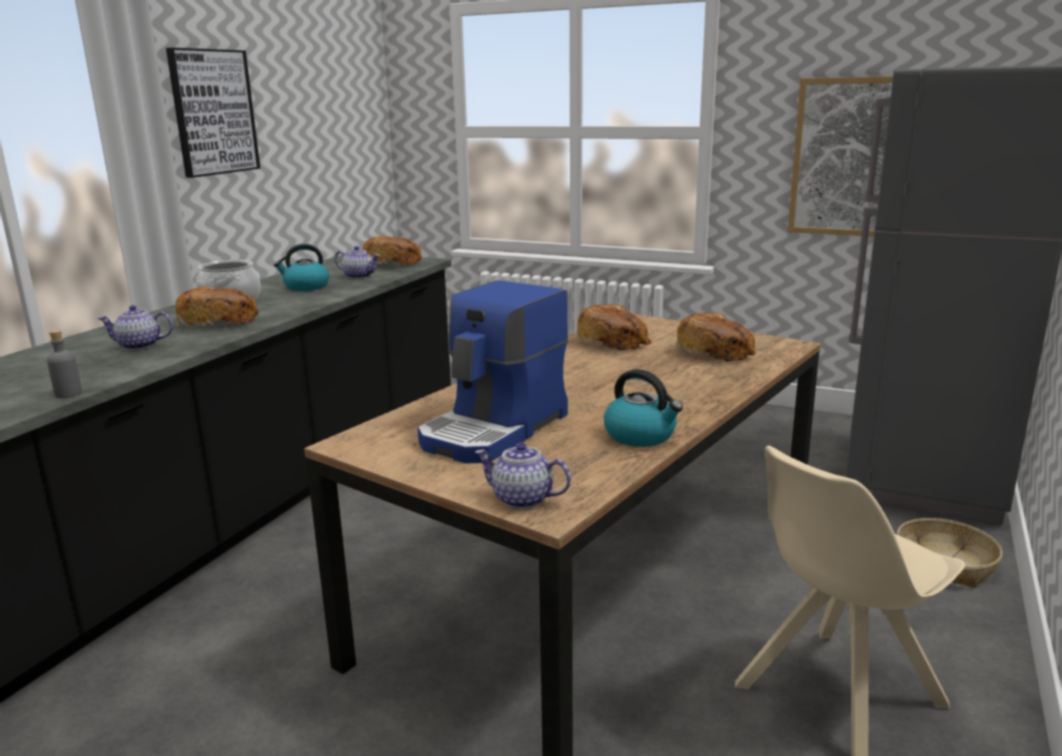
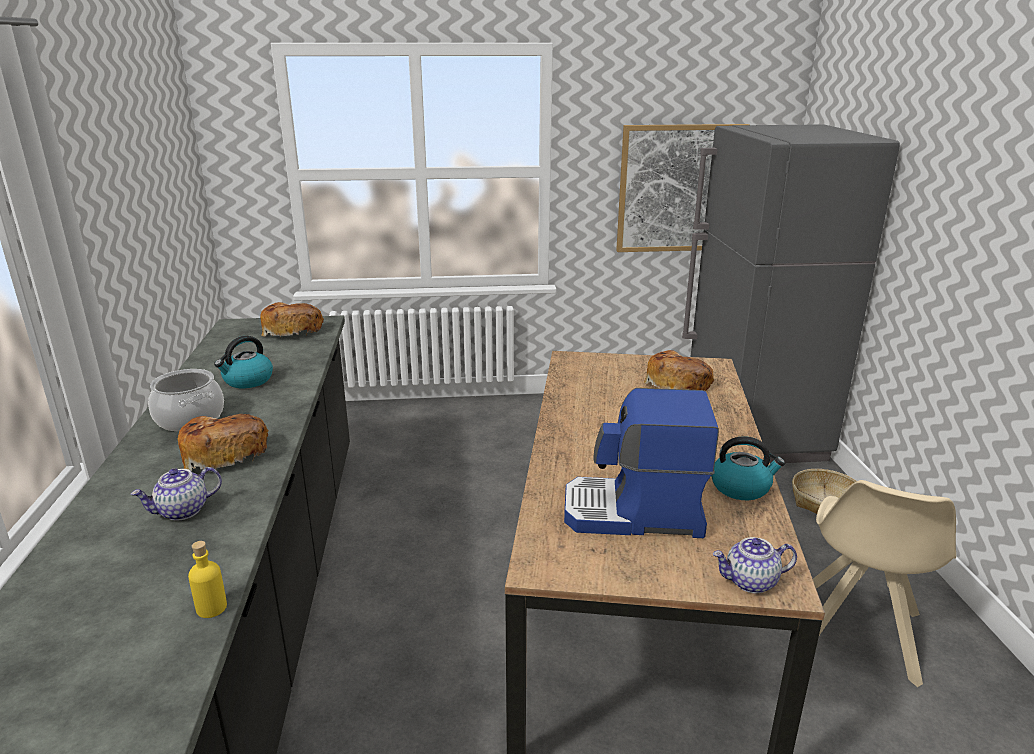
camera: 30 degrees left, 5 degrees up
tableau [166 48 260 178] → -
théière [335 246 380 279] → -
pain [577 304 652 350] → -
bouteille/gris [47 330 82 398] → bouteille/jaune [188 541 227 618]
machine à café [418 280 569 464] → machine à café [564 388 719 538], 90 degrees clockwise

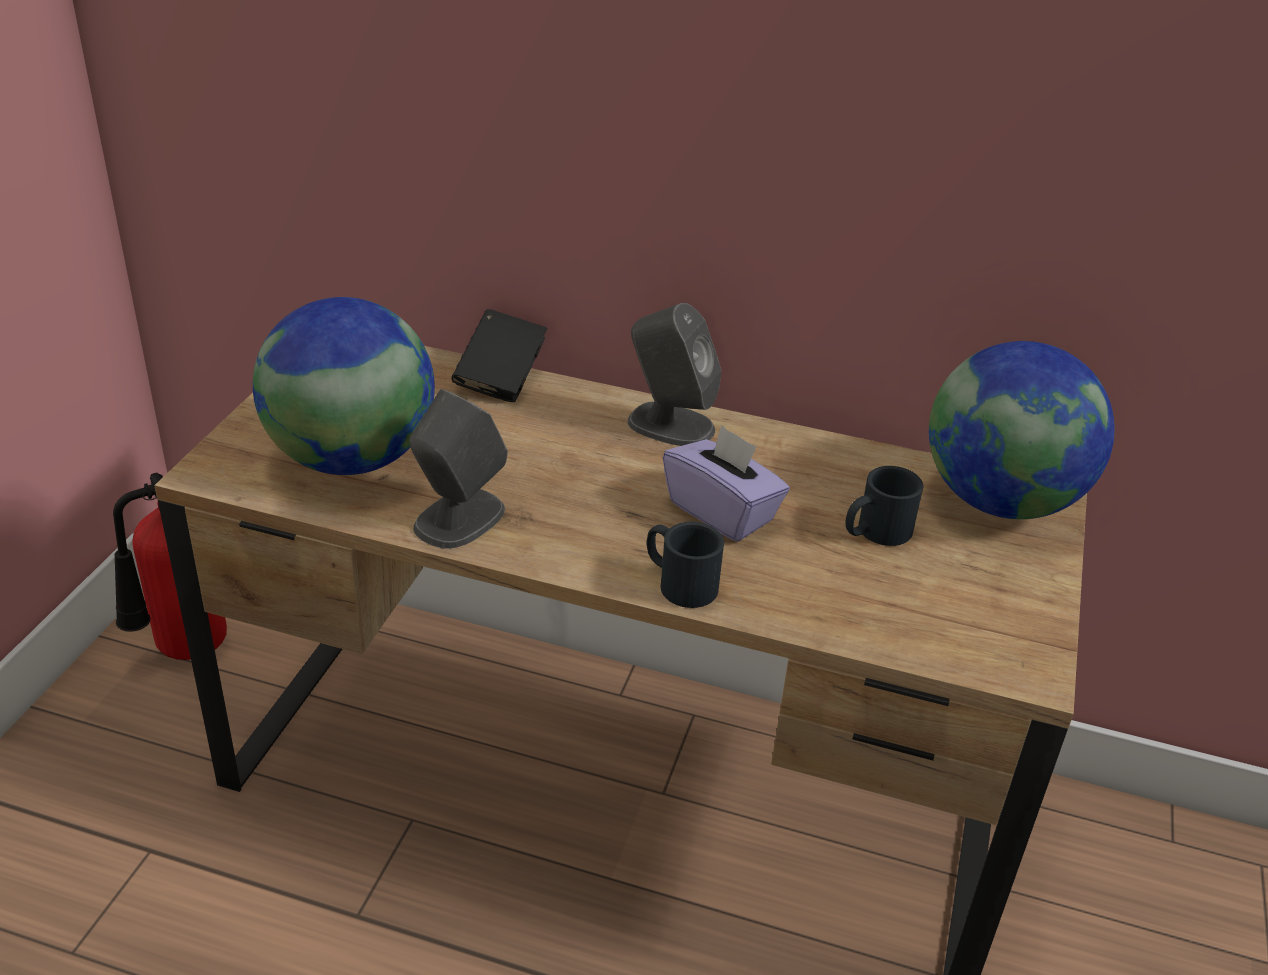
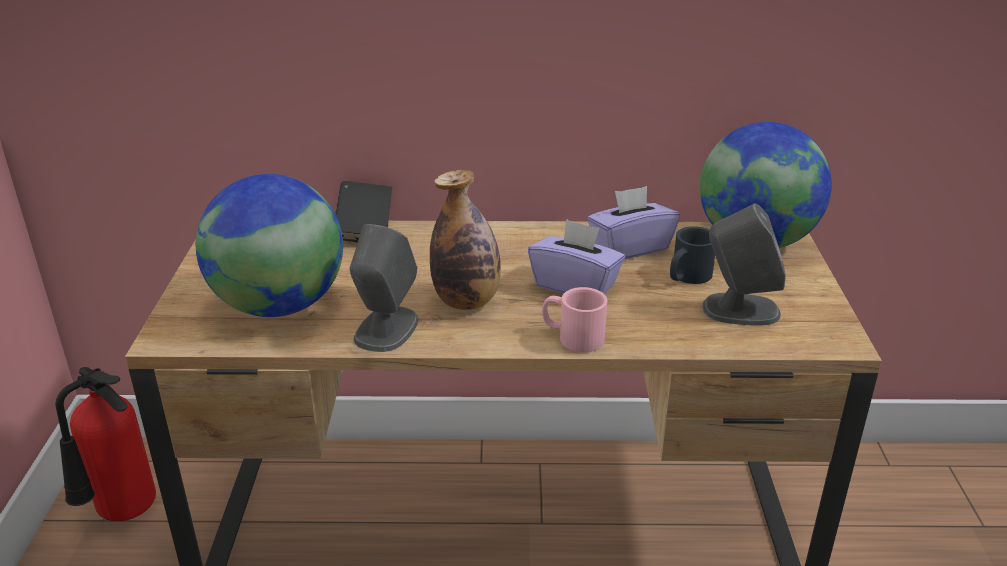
camera: 15 degrees left, 5 degrees down
- → bouteille [430 170 501 310]
- → boîte à mouchoirs/violet [587 186 680 260]
enceinte/gris [627 303 721 446] → enceinte/gris [702 203 786 325], relocated
mug/noir [647 522 724 608] → mug/rose [542 287 607 352]

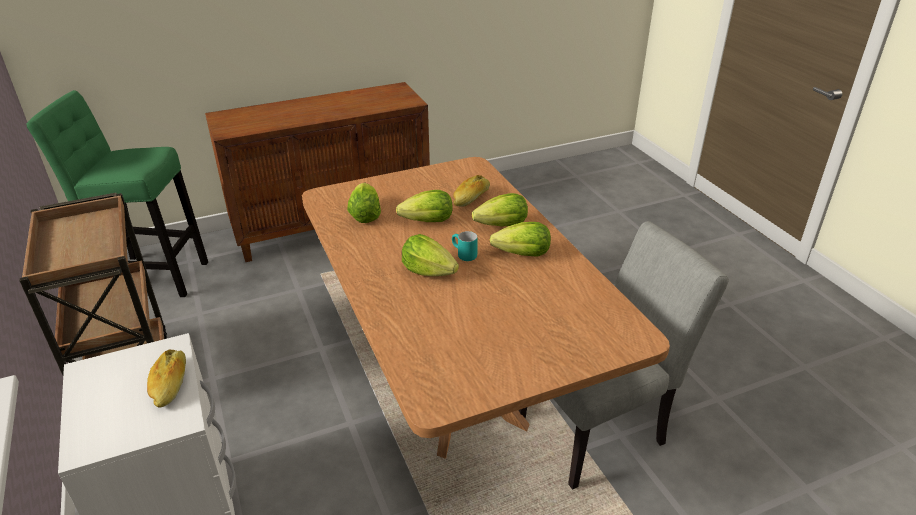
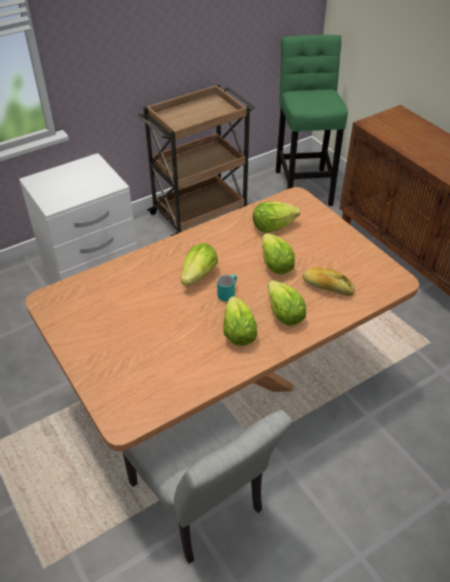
camera: 80 degrees right, 10 degrees up
pain [147 349 186 407] → -

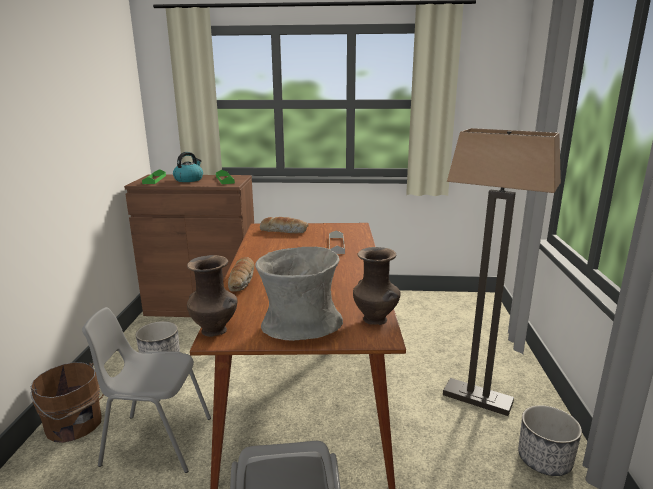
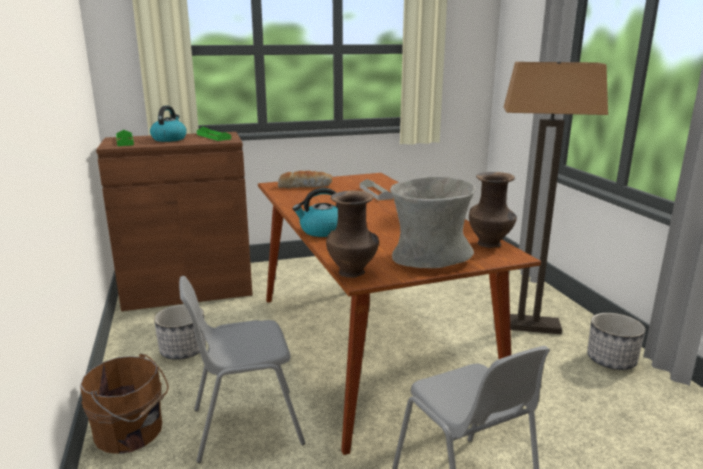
camera: 20 degrees left, 0 degrees up
pain [228 257 254 292] → bouilloire [292 188 338 237]

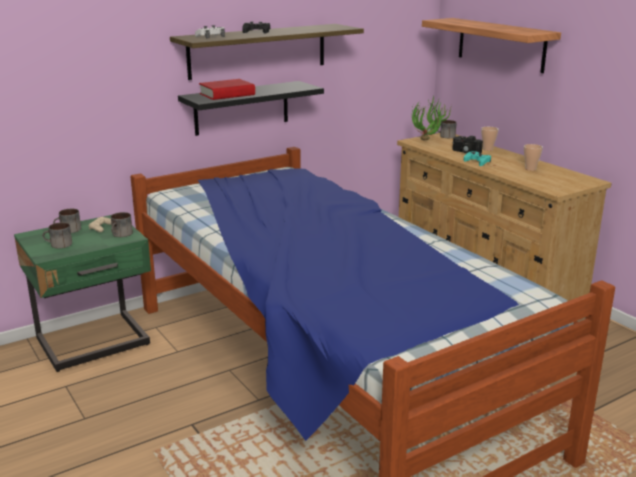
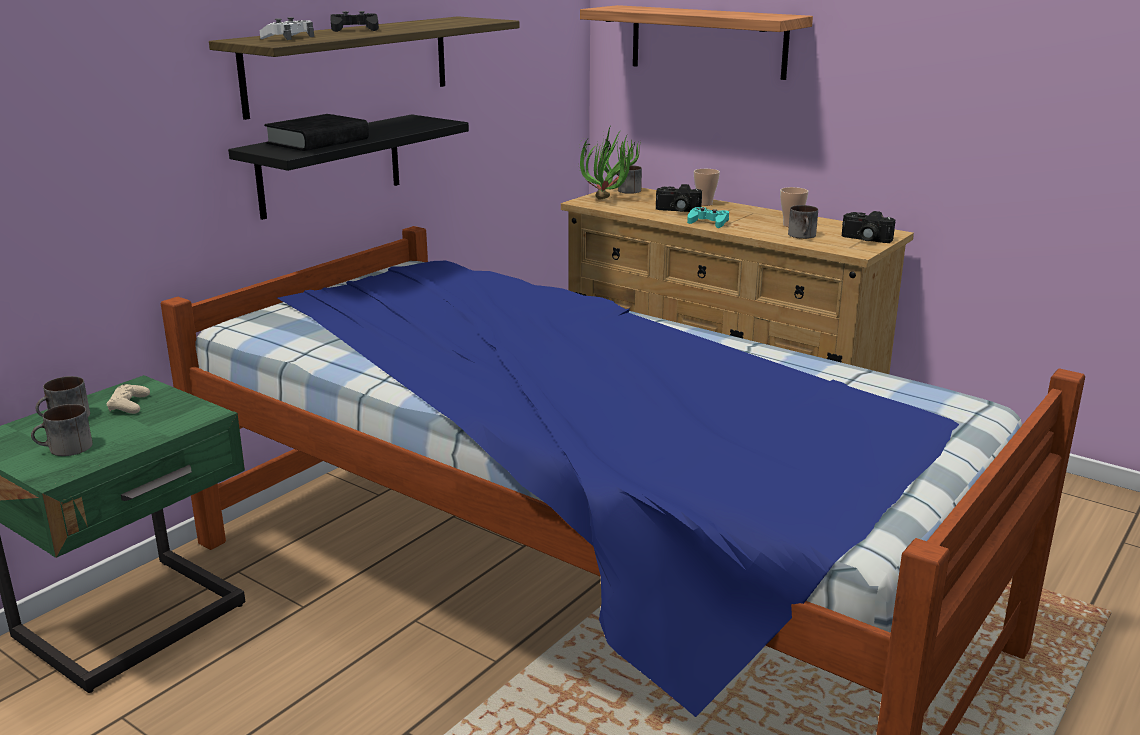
camera: 20 degrees left, 0 degrees up
- → appareil photo [842 211 896 243]
mug [111 212 133 237] → mug [788 205 818 239], relocated
livre/rouge [199 79 255 100] → livre/noir [264 114 369 151]

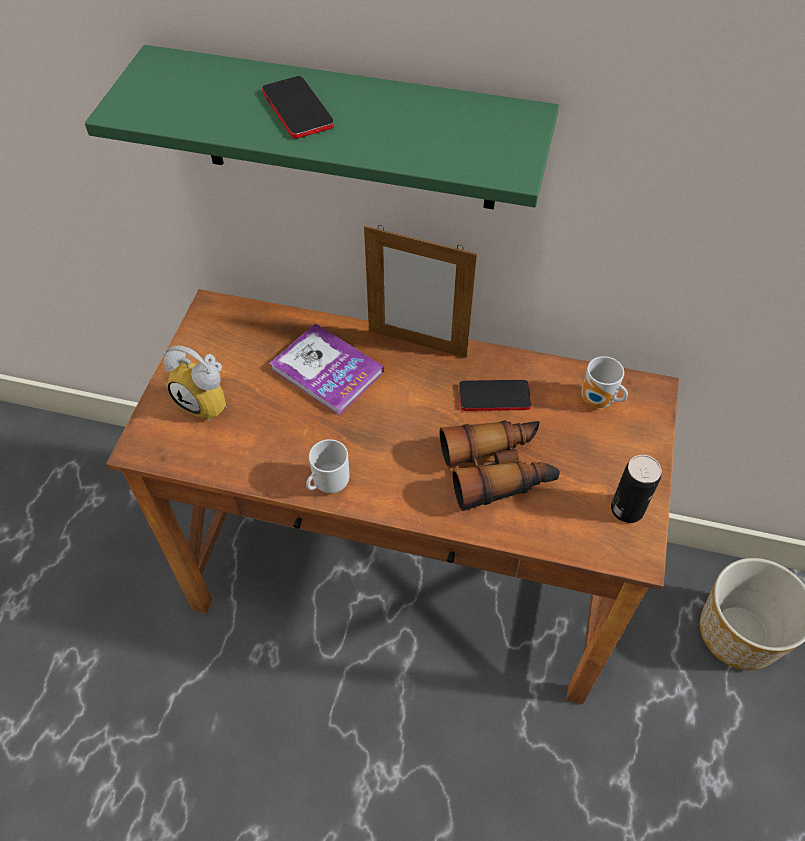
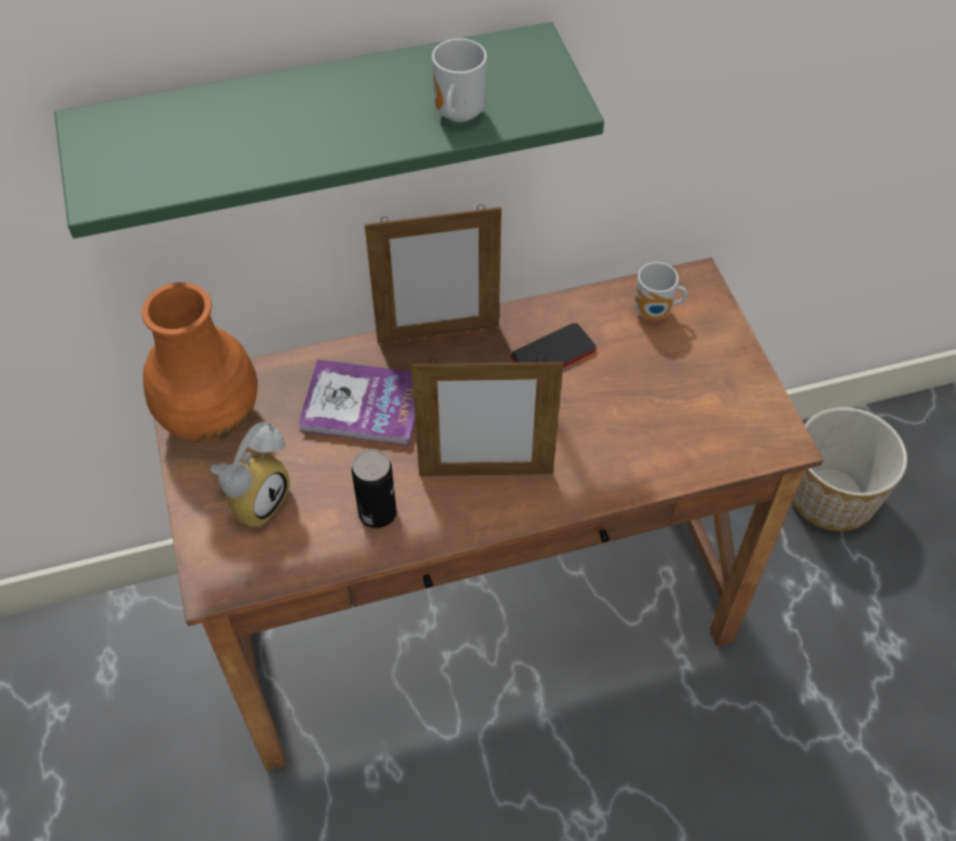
camera: 30 degrees left, 0 degrees up
téléphone [262 76 334 139] → -
jumelles [440 420 560 511] → -
- → vase/orange [142 282 258 443]
- → cadre photo [411 357 563 476]
mug [306 439 350 493] → mug [432 39 487 122], relocated
boîte métallique [611 455 662 523] → boîte métallique [352 449 397 528], relocated
réveil [163 345 227 421] → réveil [210 422 290 527], 60 degrees counterclockwise

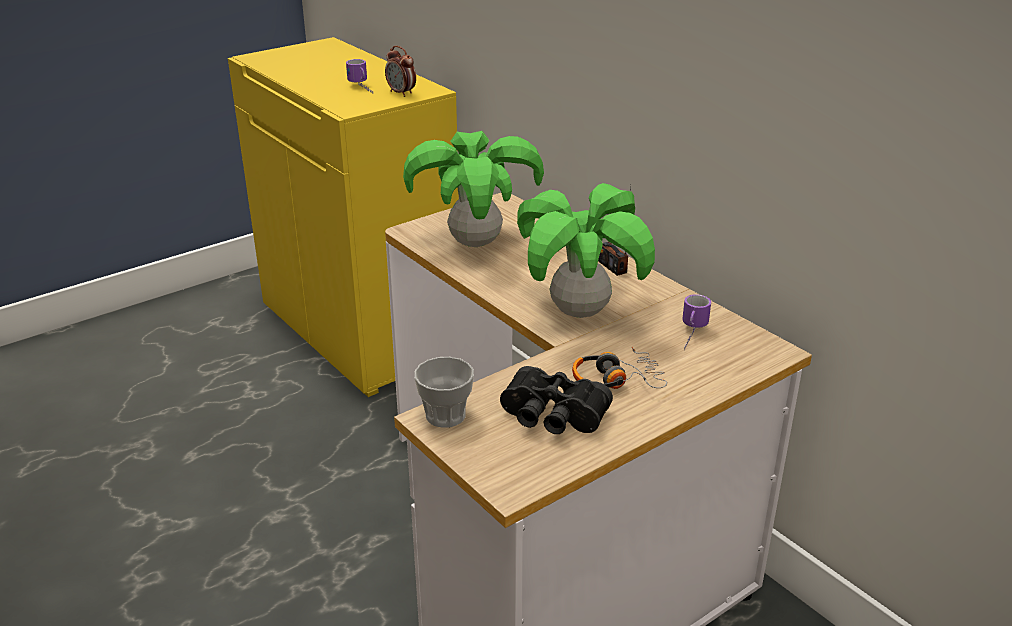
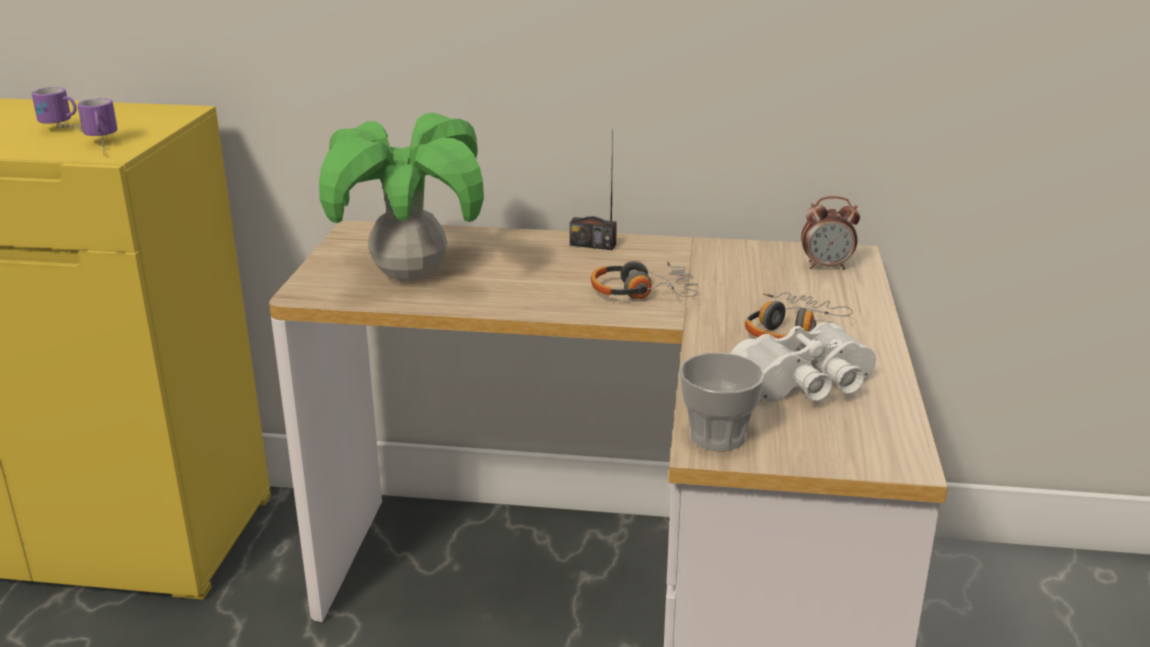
camera: 45 degrees left, 5 degrees down
réveil [385 46 416 97] → réveil [801 196 860 270], relocated
mug [682 294 711 350] → mug [77 98 118 153], relocated
plante en pot [517 183 655 318] → casque audio [591 261 698 299]
jumelles/noir [500 366 613 434] → jumelles/blanc [731 322 876 402]

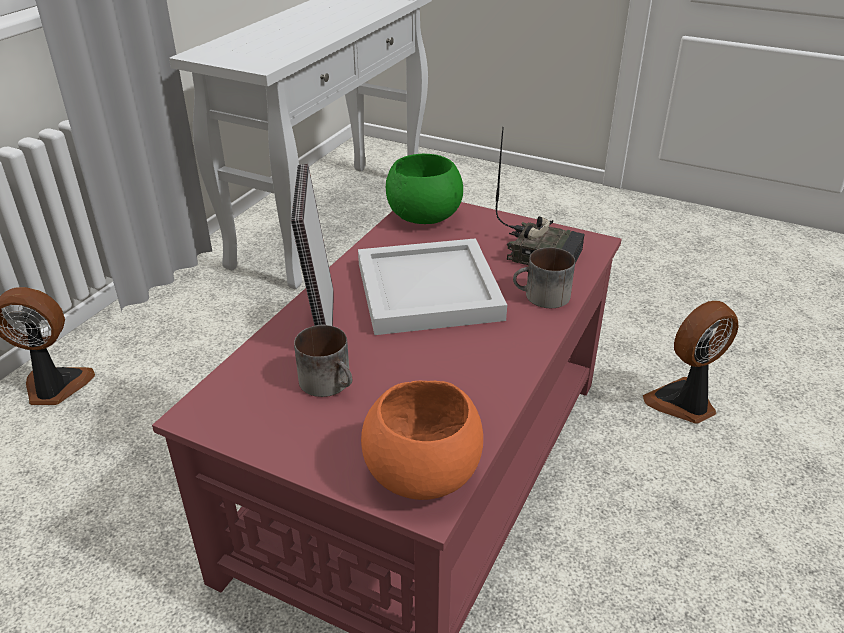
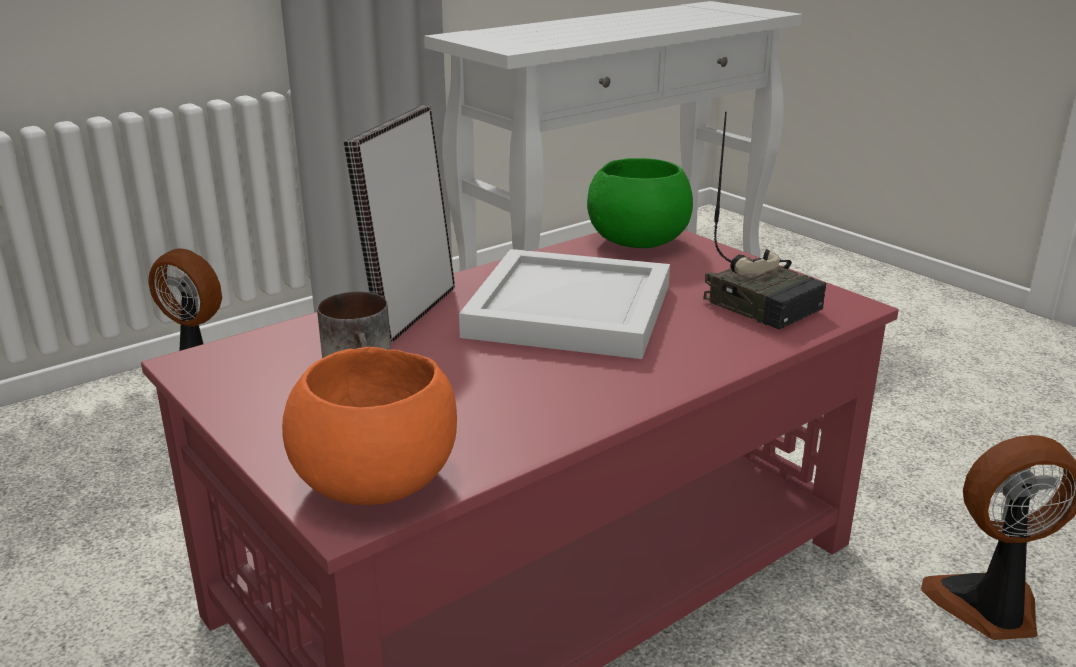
camera: 25 degrees right, 10 degrees down
mug [513 247 575 308] → -

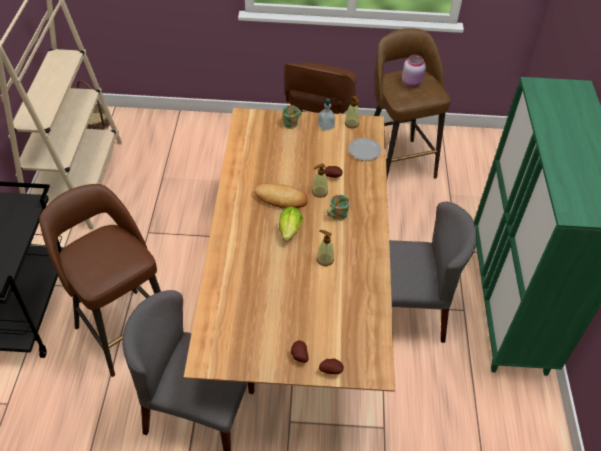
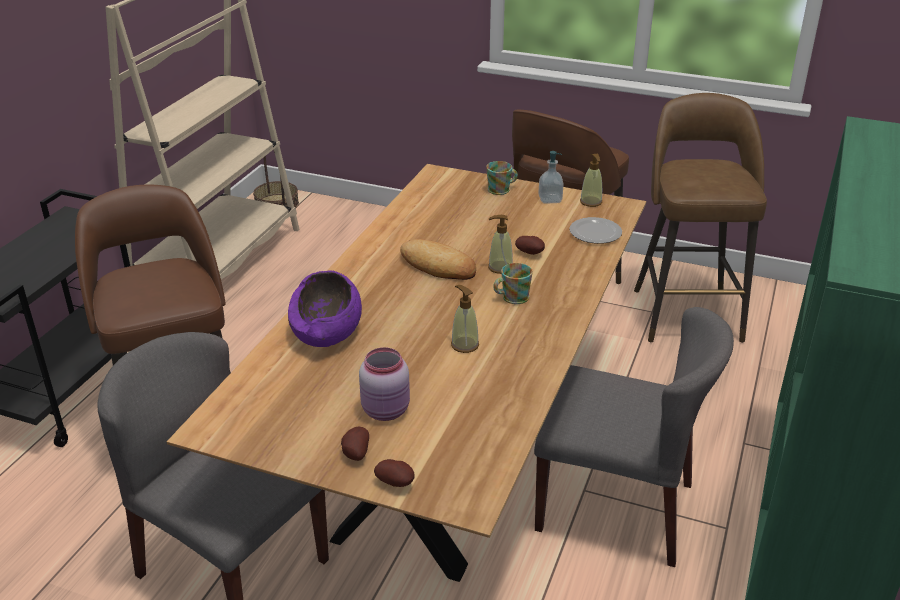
camera: 20 degrees right, 15 degrees down
laitue [279 206 303 242] → -
- → bol/violet [288 271 362 347]
bocal/rose [402 55 426 87] → bocal/rose [359 347 410 421], relocated

